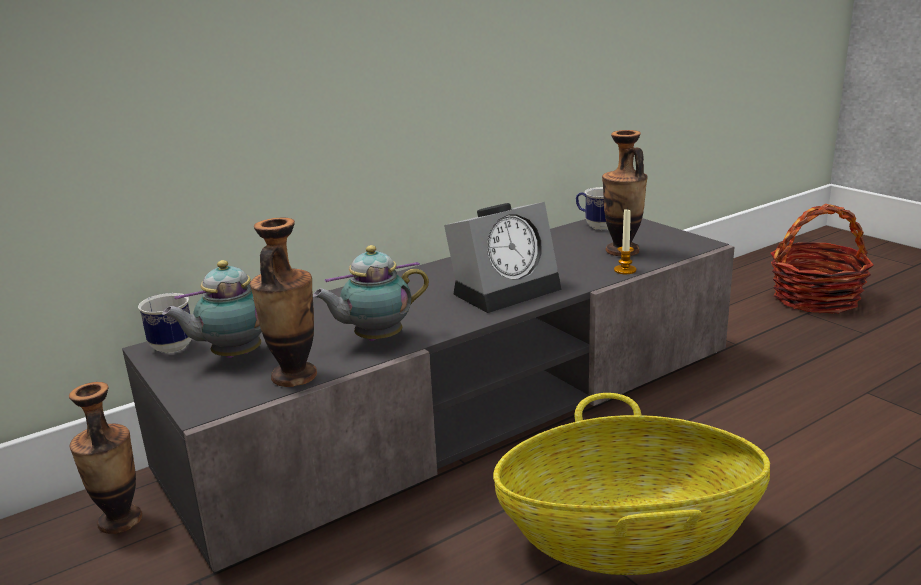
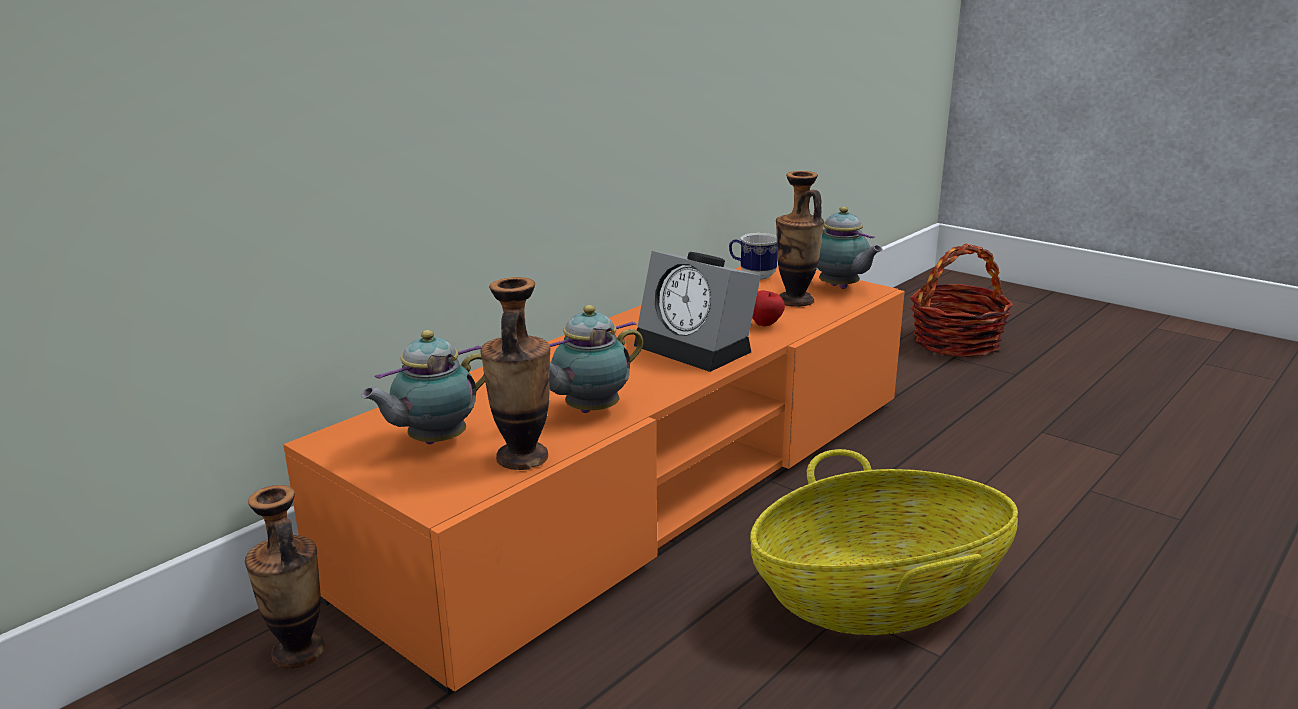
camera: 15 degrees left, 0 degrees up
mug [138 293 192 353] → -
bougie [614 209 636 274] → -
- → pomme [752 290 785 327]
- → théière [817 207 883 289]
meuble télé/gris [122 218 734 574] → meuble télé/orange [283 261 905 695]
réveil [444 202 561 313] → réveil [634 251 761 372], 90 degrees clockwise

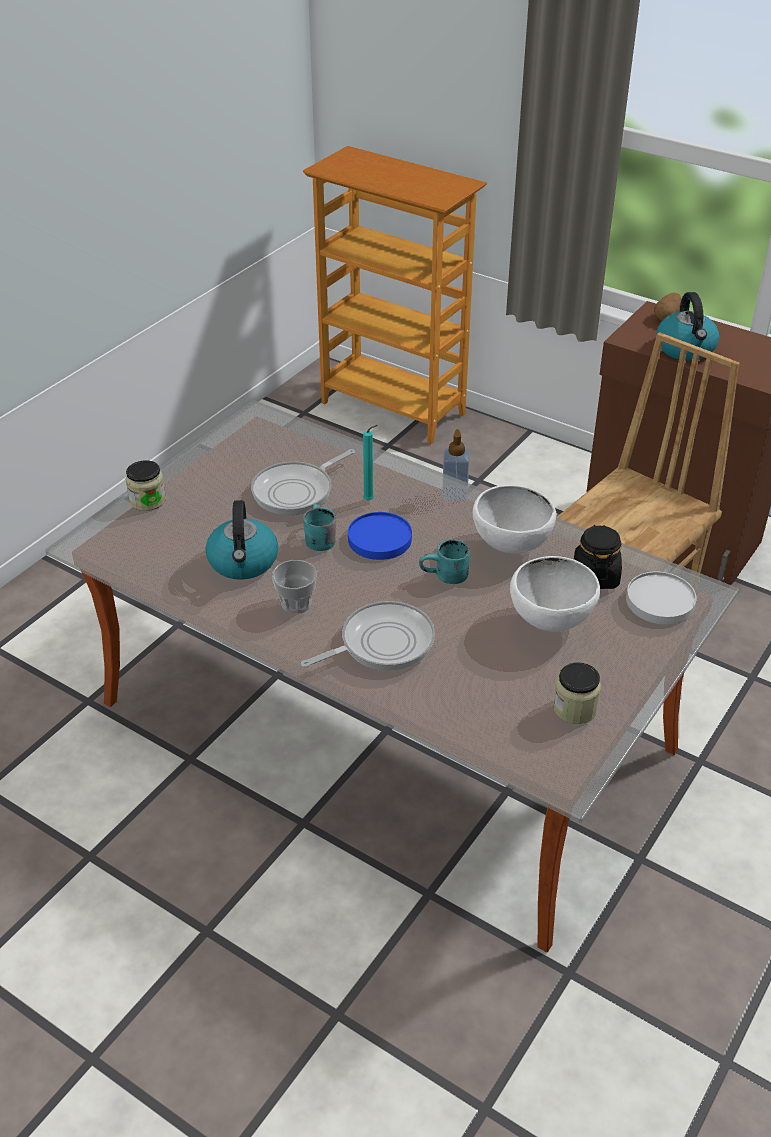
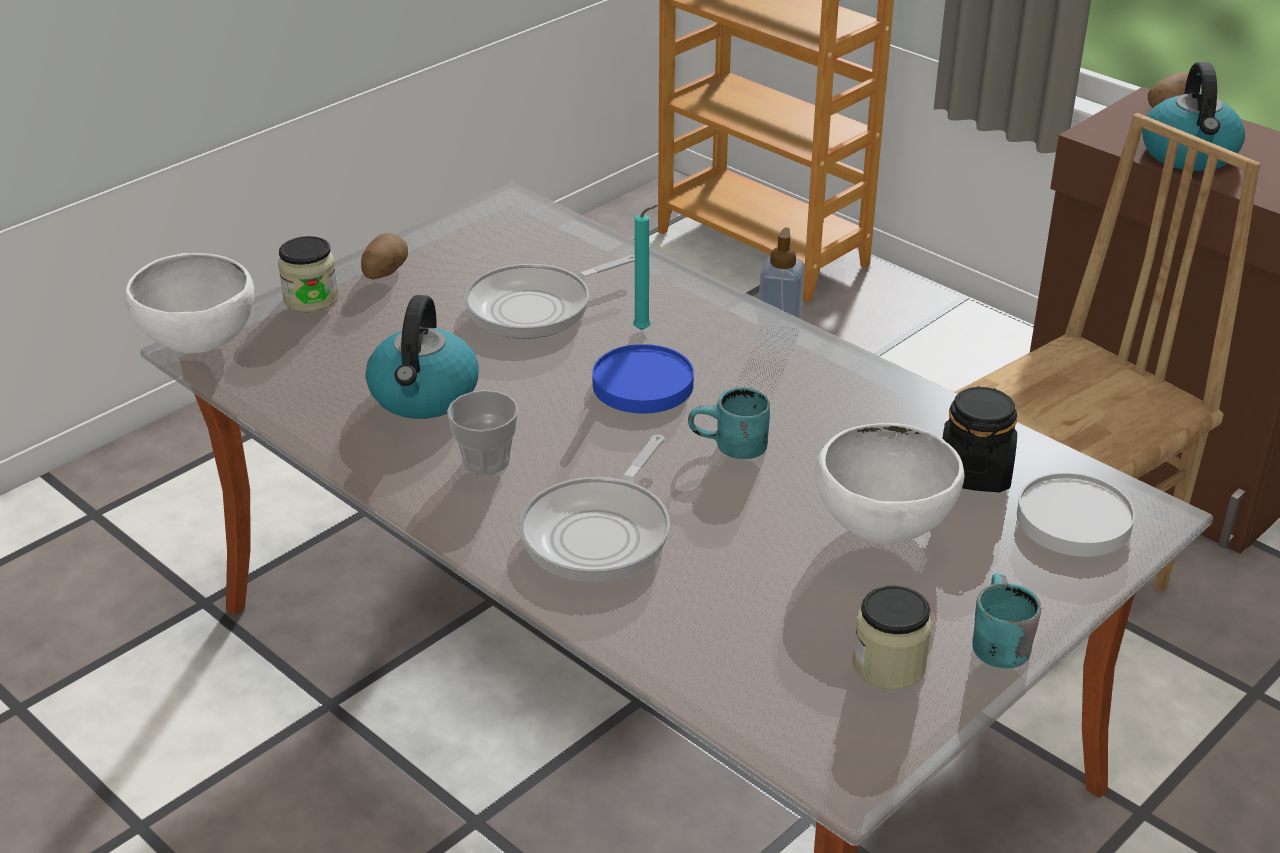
camera: 10 degrees right, 5 degrees down
- → pomme de terre [361 233 408 279]
mug/turquoise [303 504 336 551] → mug/turquoise [972 574 1042 668], relocated
bol/blanc [472 485 556 554] → bol/blanc [124 253 254 353], relocated
poêle [301 601 435 671] → poêle [519 435 670 582], 135 degrees clockwise

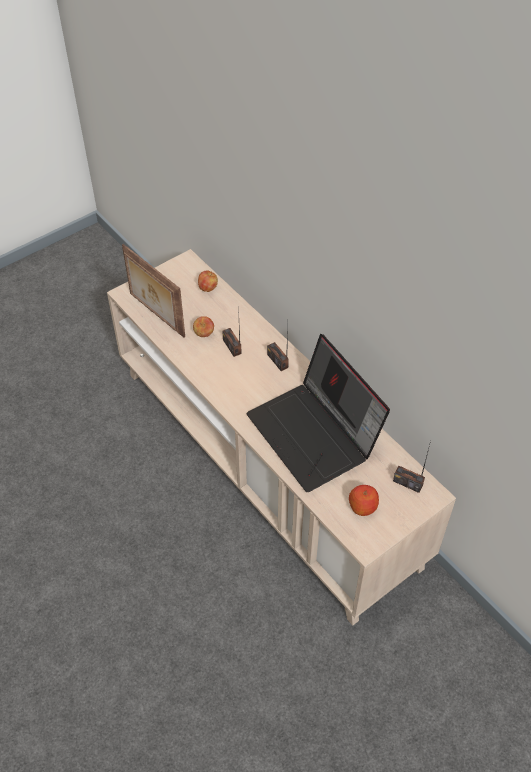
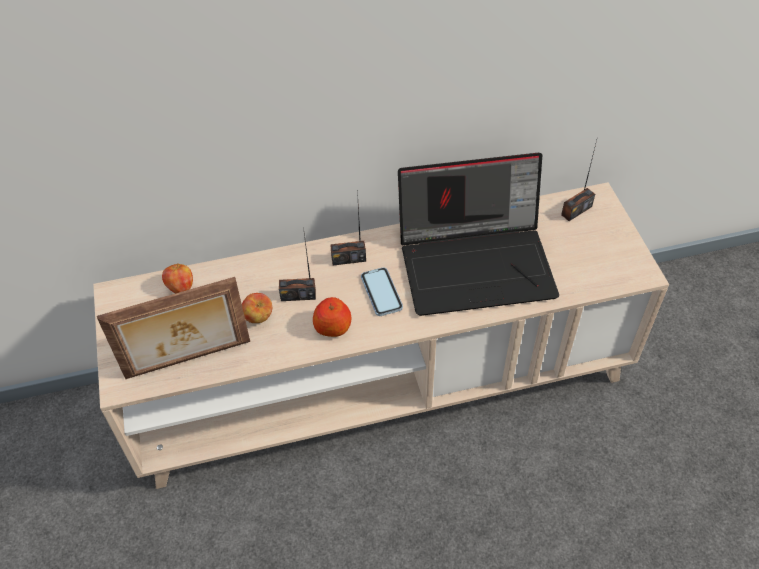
camera: 65 degrees left, 0 degrees up
- → téléphone [361 267 403 316]
pomme [349 485 379 516] → pomme [313 297 351 337], relocated

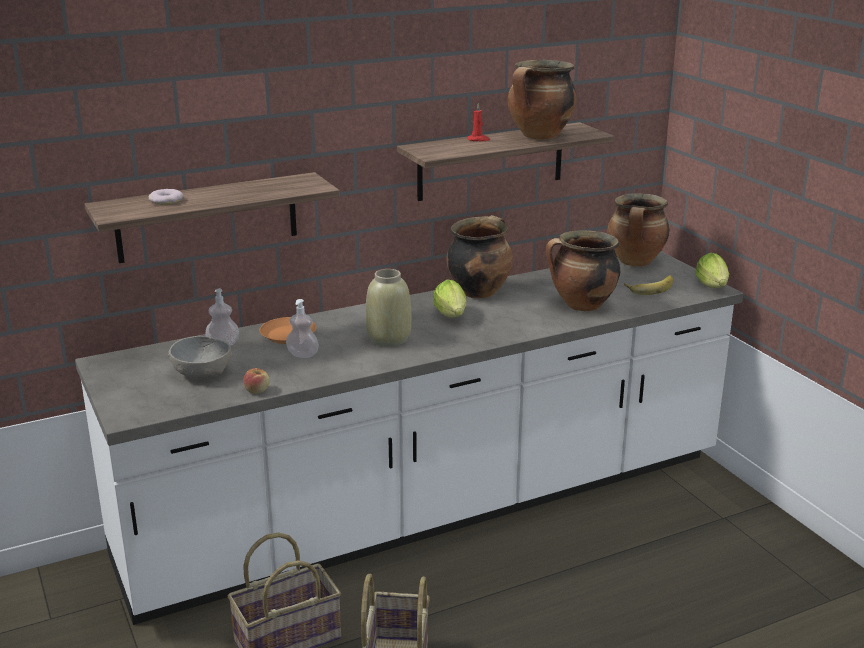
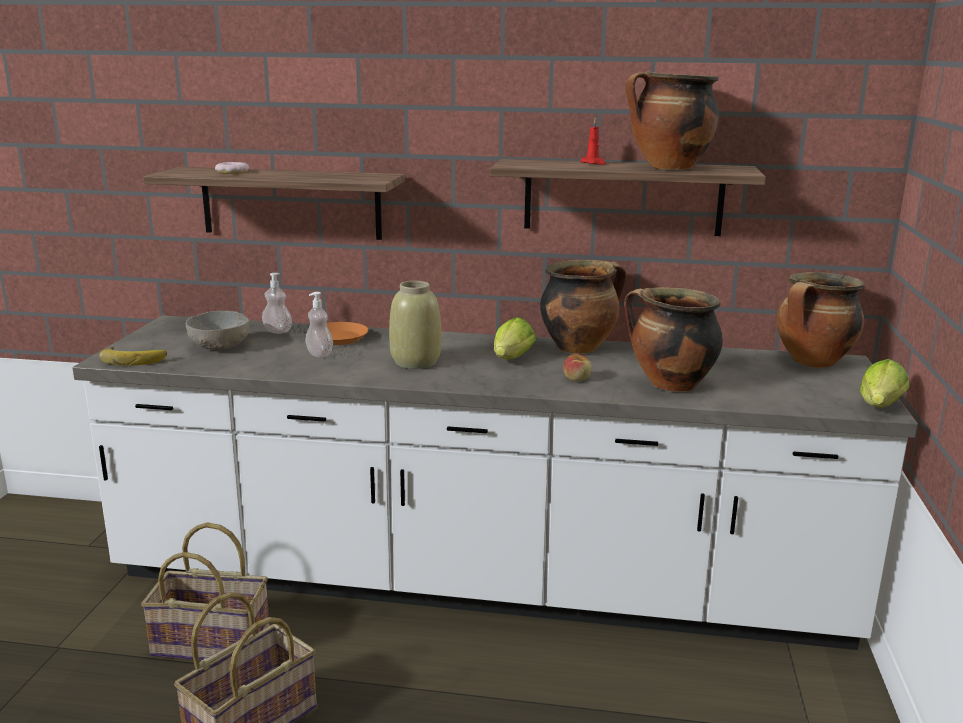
camera: 35 degrees right, 5 degrees down
pomme [243 368 270 394] → pomme [563 354 592 381], relocated
banane [624 275 673 295] → banane [99 346 167 366], relocated

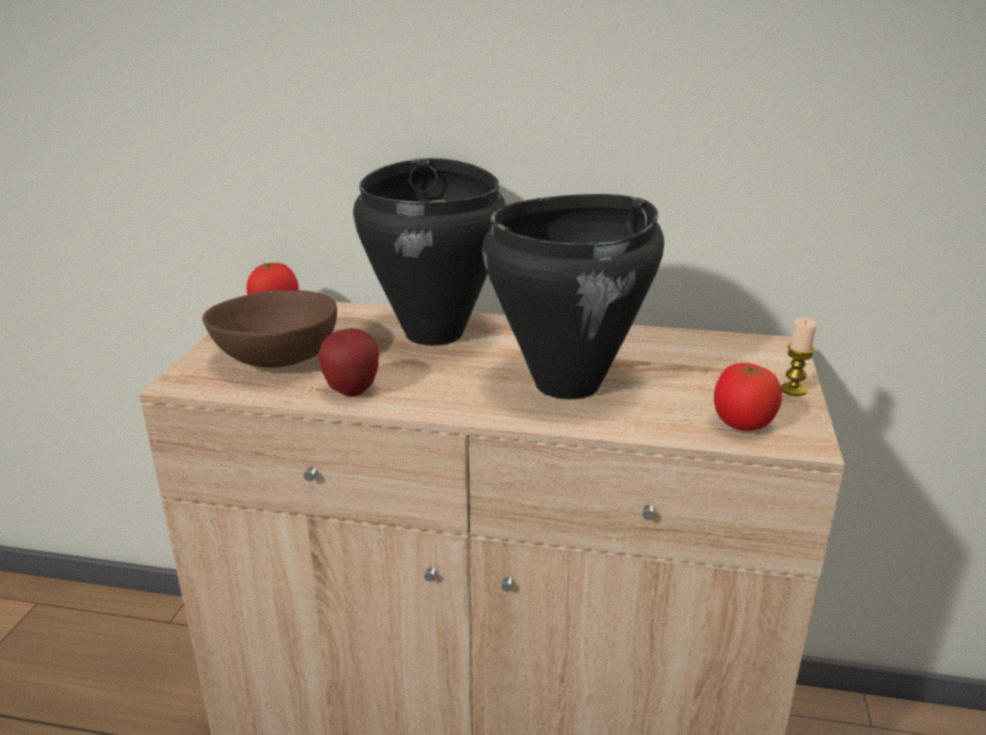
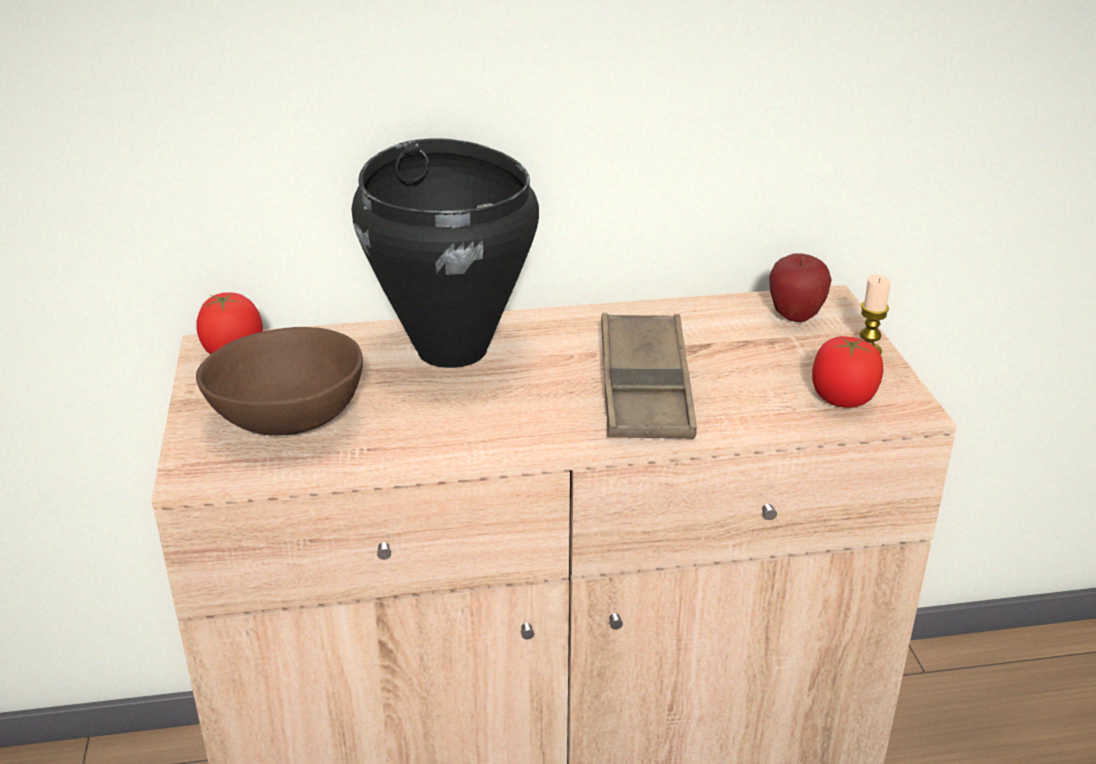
camera: 20 degrees left, 5 degrees up
pomme [318 328 379 396] → pomme [769 253 832 322], relocated
marmite/noir [482 194 664 399] → plateau/marron [601 313 697 439]

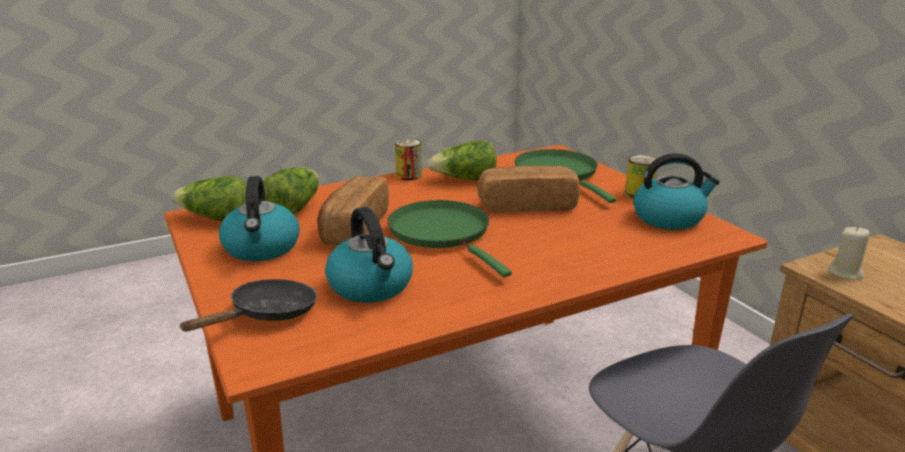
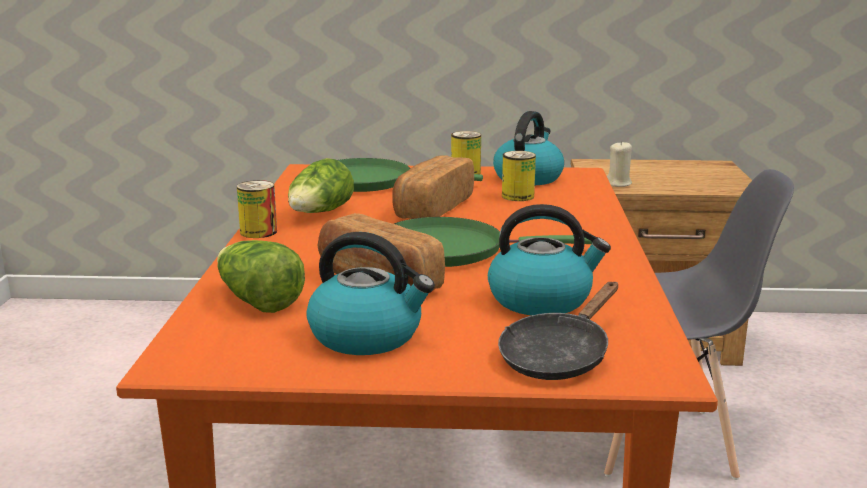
camera: 60 degrees left, 5 degrees down
laitue [172 176 247 221] → -
- → boîte métallique [502 151 536 201]
poêle/noir [179 279 317 332] → poêle/noir [498 282 618 380], 120 degrees counterclockwise

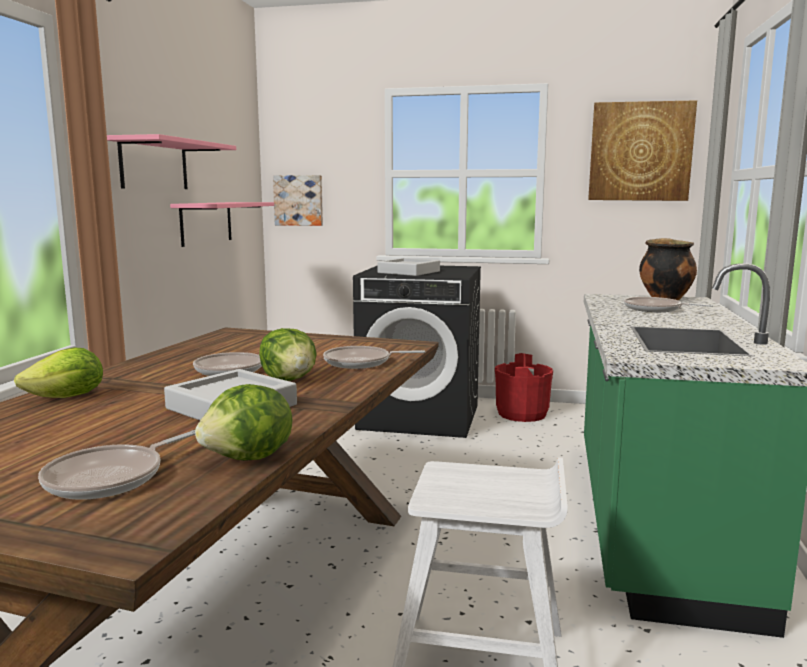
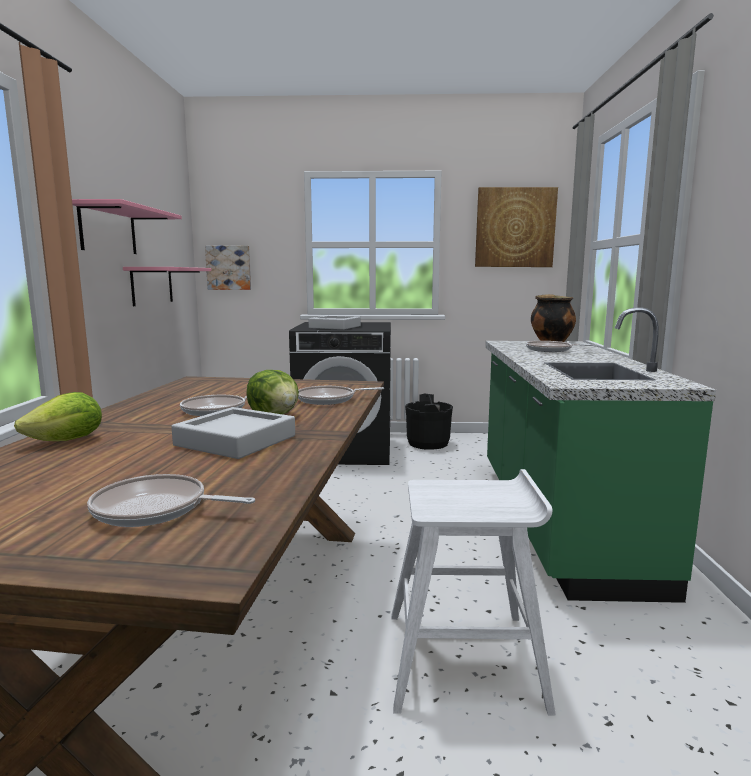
camera: 10 degrees left, 0 degrees up
laitue [195 384 292 461] → -
seau/rouge [495 353 553 422] → seau/noir [405 393 453 450]
poêle [38 430 195 500] → poêle [87 474 255 527], 75 degrees clockwise

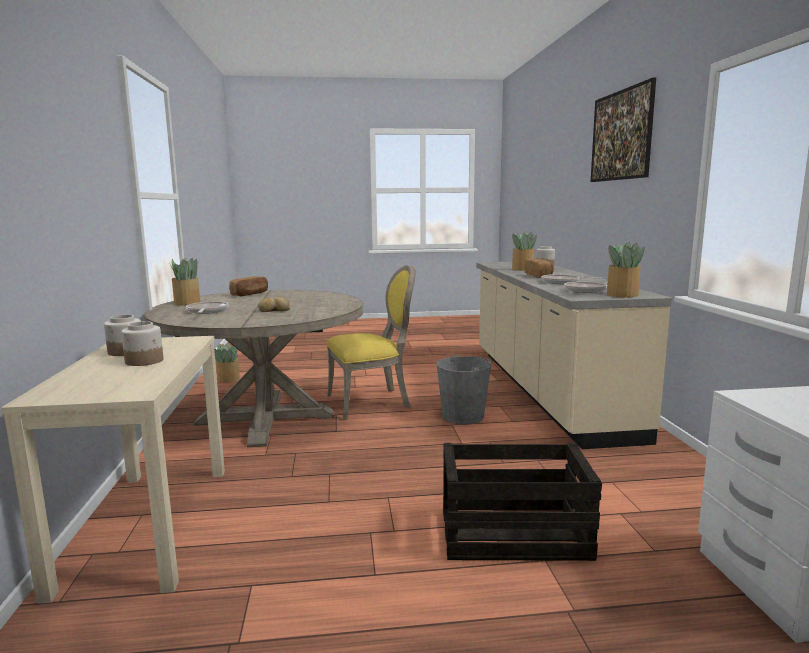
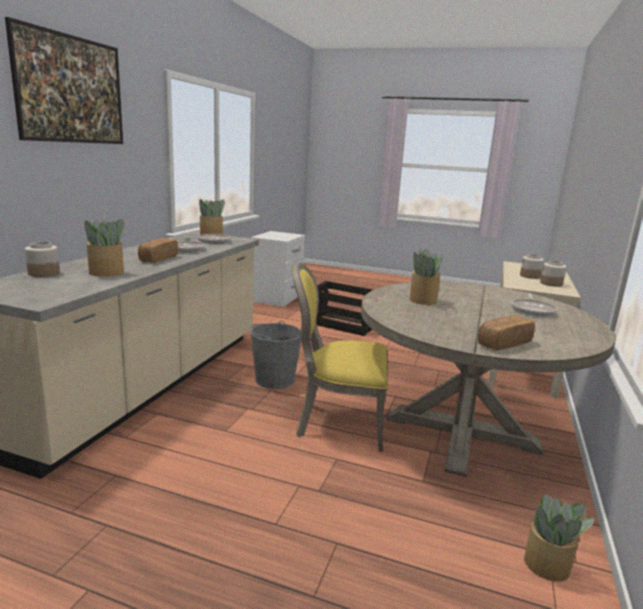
camera: 155 degrees left, 5 degrees up
pain [258 297 290 312] → -
plante en pot [170 258 200 306] → plante en pot [410 248 443 305], relocated

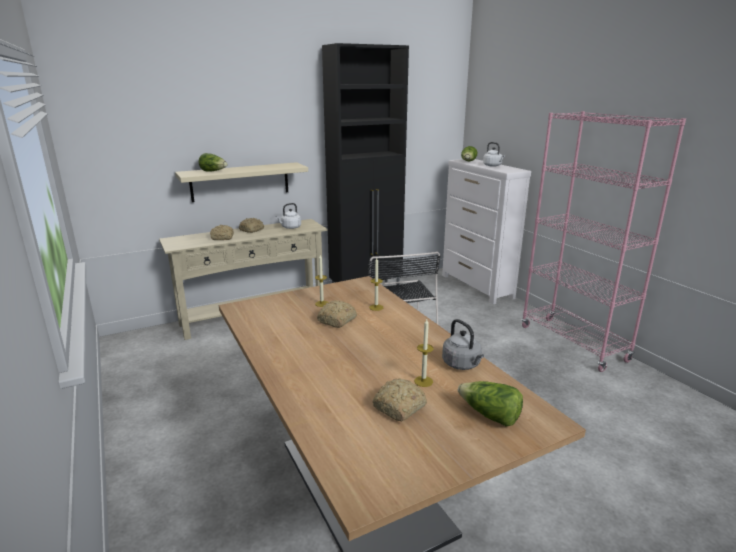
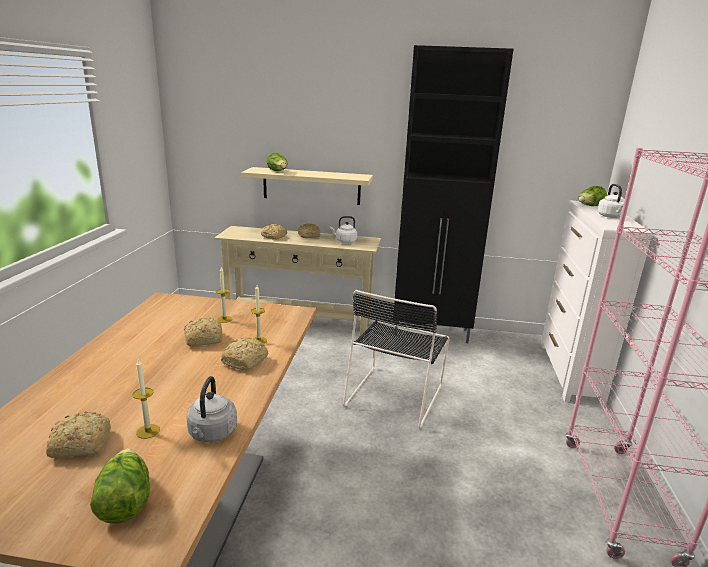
camera: 35 degrees right, 0 degrees up
- → pain [221 337 268 371]

